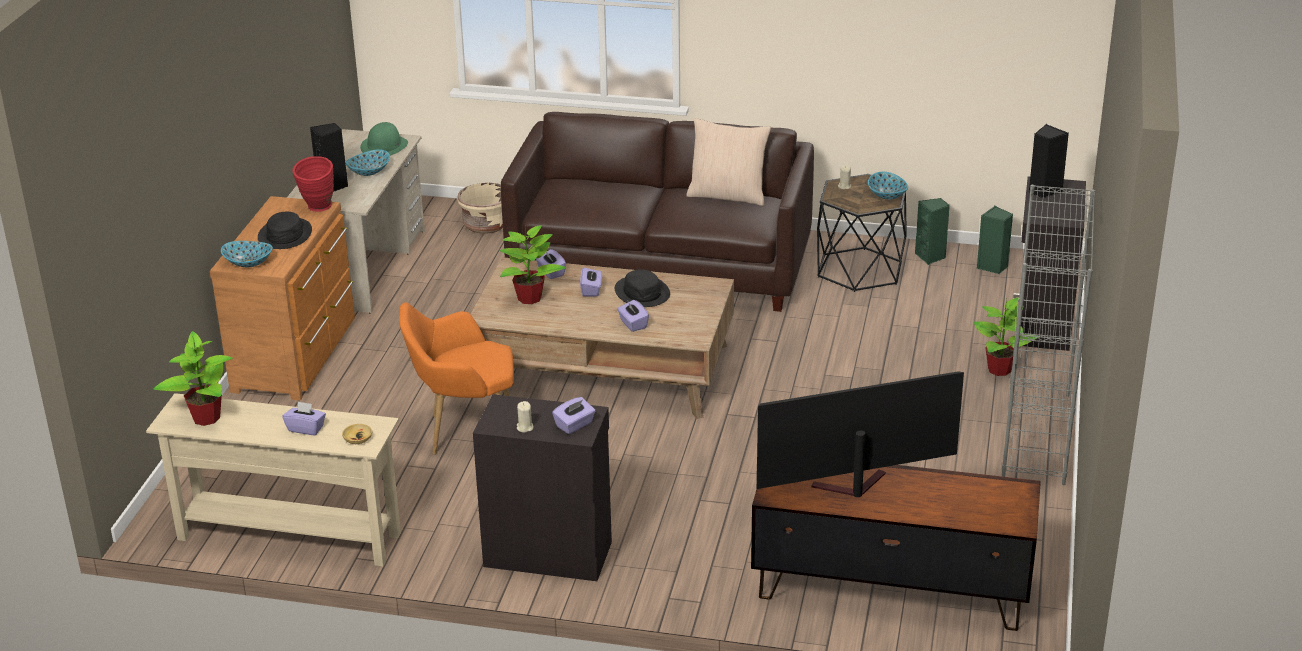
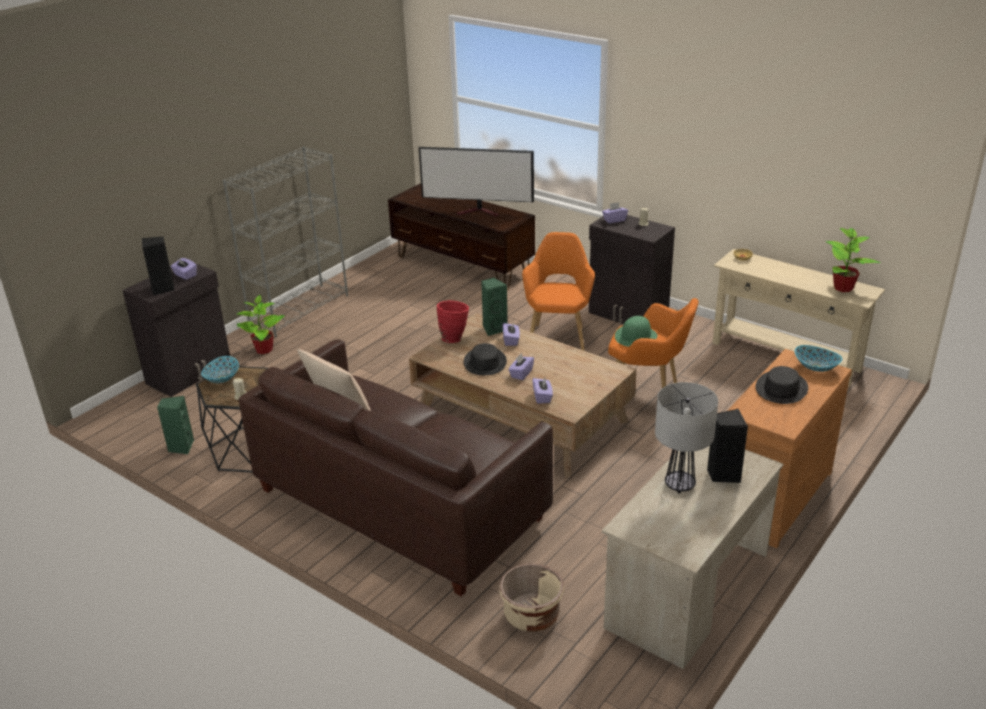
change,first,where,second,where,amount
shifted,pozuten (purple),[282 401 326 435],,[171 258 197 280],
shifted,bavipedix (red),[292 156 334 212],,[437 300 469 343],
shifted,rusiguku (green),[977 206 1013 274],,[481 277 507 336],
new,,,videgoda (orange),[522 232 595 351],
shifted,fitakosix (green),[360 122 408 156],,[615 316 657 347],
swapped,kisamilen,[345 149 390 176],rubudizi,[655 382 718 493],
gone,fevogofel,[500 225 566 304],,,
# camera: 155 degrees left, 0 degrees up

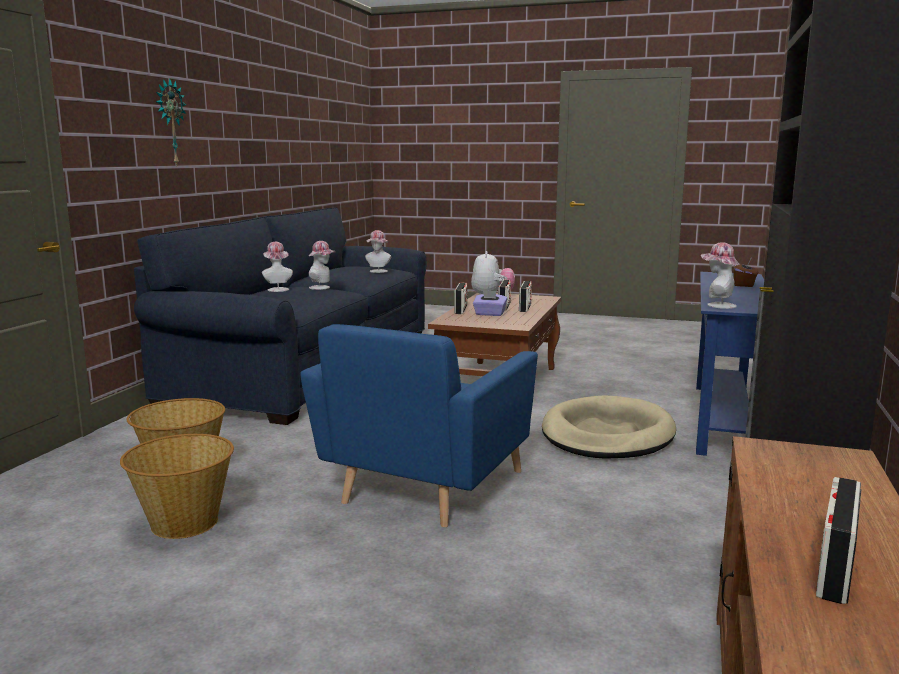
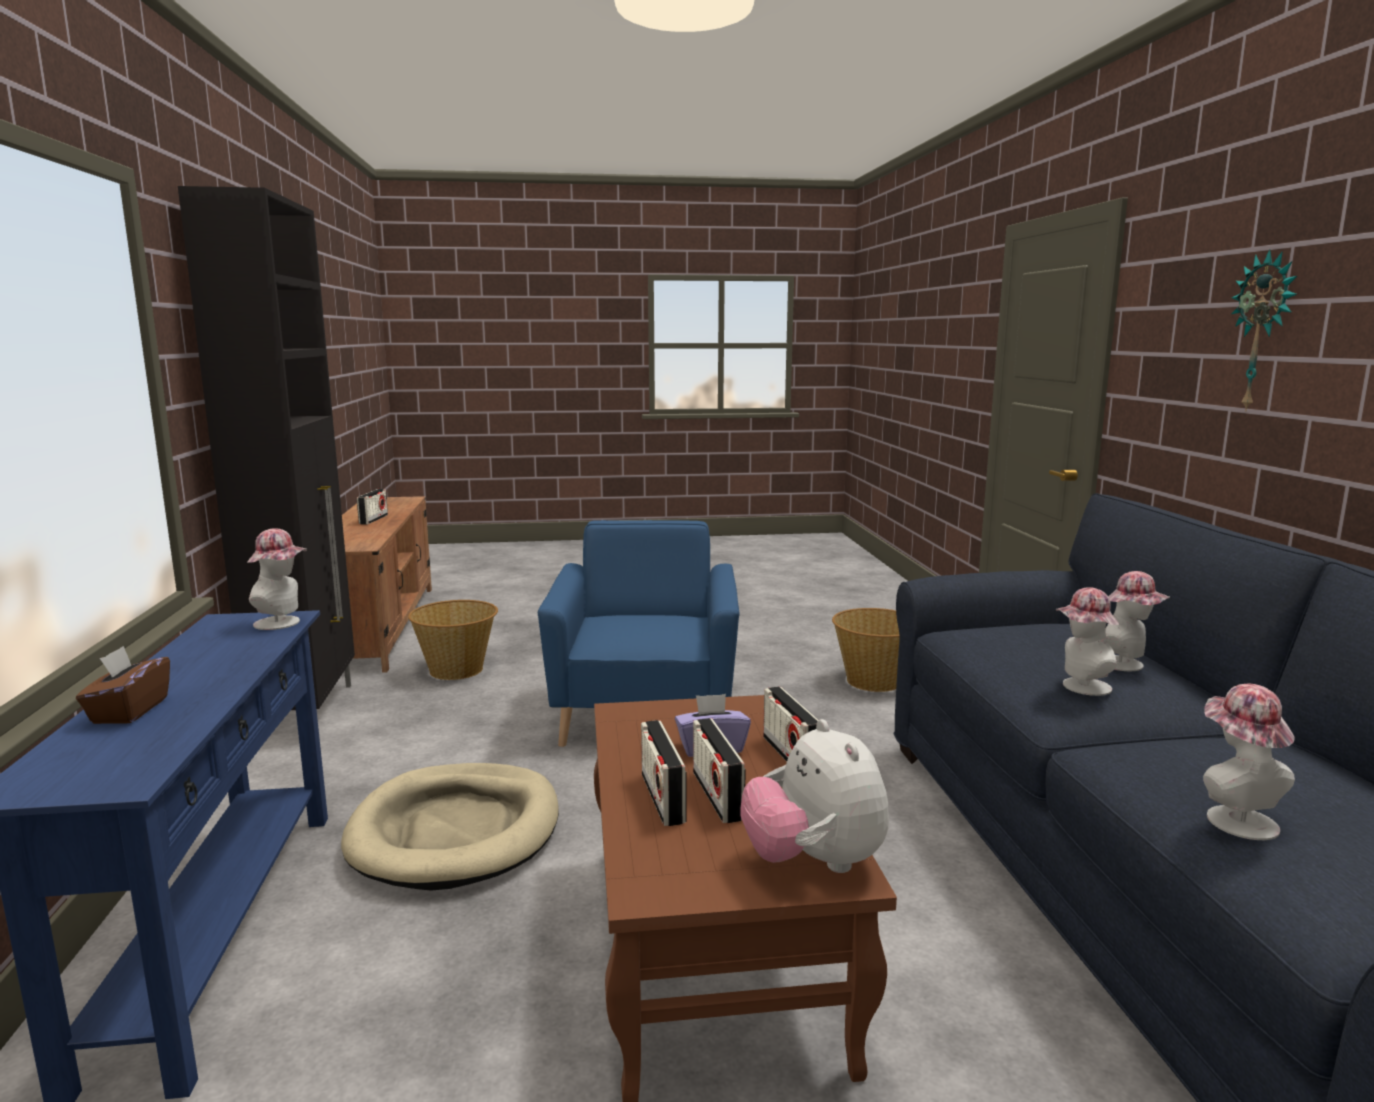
change,first,where,second,where,amount
shifted,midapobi,[120 434 234 539],,[408 600 498 680],
# camera: 155 degrees right, 0 degrees up

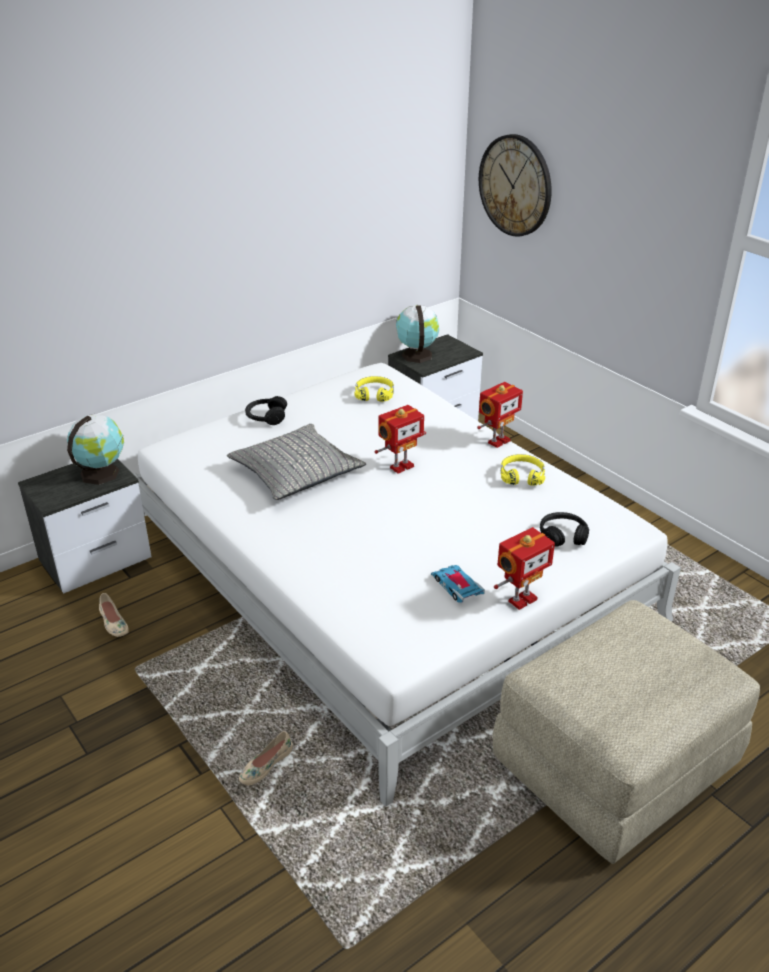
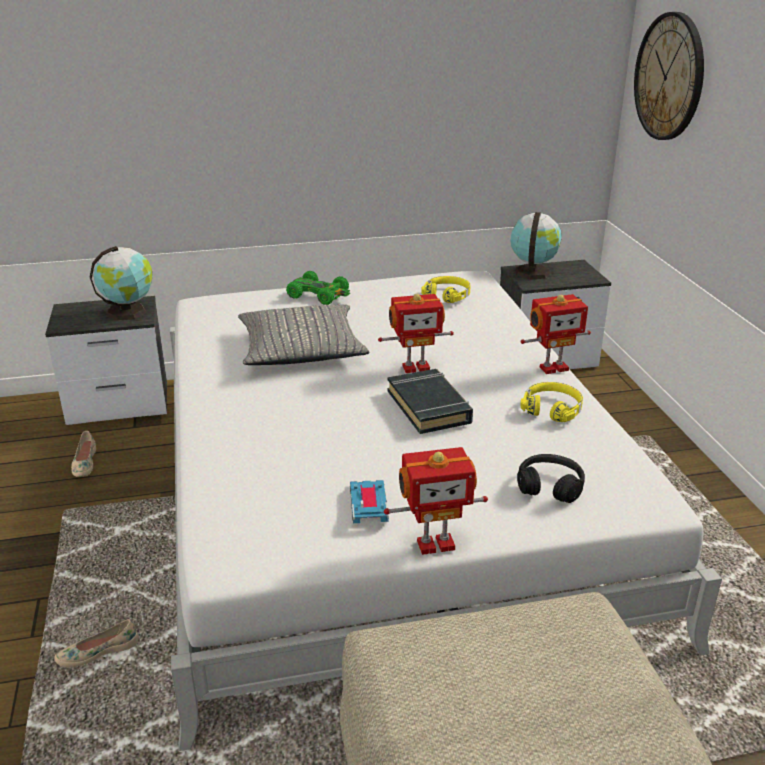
change,first,where,second,where,amount
swapped,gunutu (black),[245 396 287 425],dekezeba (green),[286 271 350 305],
new,,,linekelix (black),[388 369 473 434],
# camera: 25 degrees right, 5 degrees down

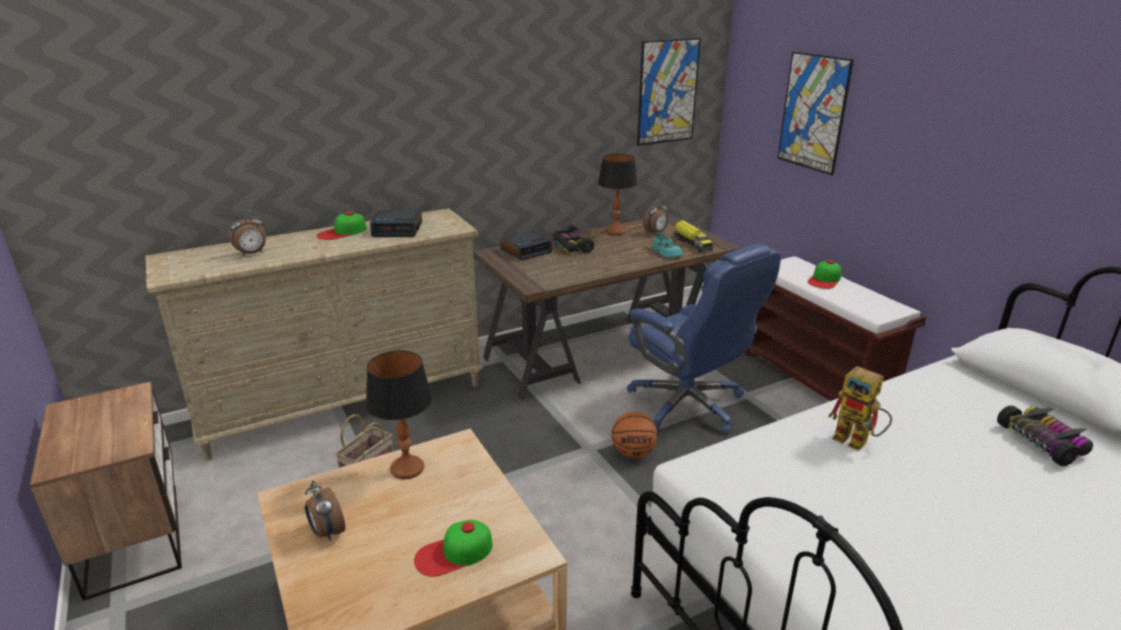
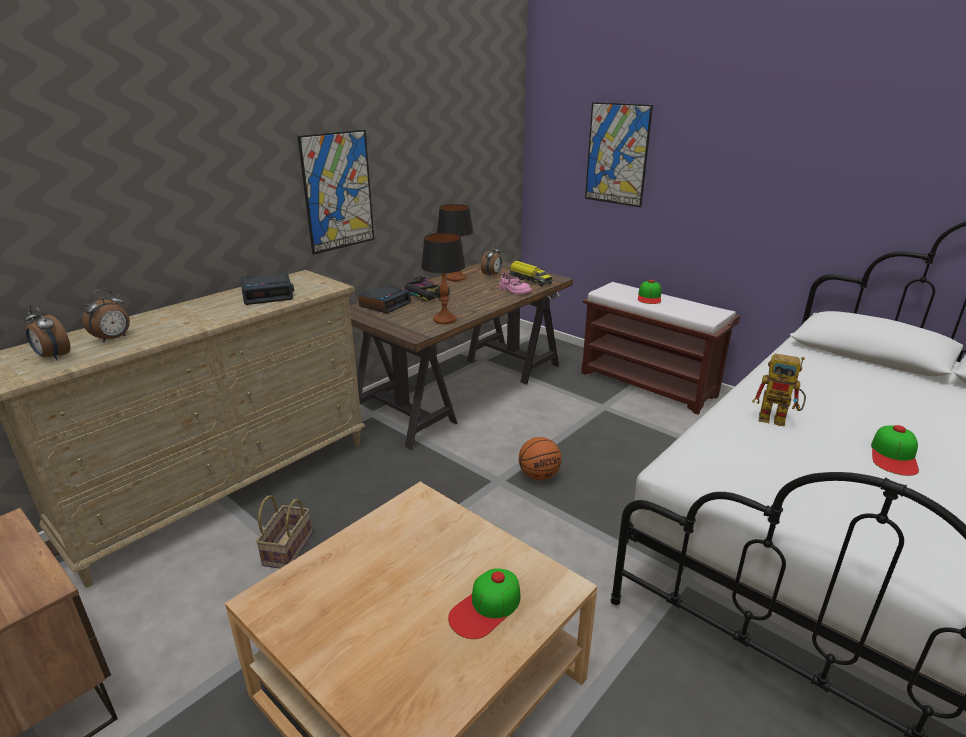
change,first,where,second,where,amount
shifted,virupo,[305 481 345 541],,[24 305 71 360],
shifted,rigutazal,[637 38 701 146],,[297 130 374 255],
shifted,rubudizi,[366 351 432 479],,[421 233 466 324],
repainted,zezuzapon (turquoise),[653 232 683 258],zezuzapon (pink),[499 272 532 294],
shifted,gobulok,[316 211 367 240],,[871 425 919 476],
gone,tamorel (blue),[627 244 781 434],,,
gone,dekezeba,[997 405 1093 466],,,
# camera: 20 degrees left, 0 degrees up

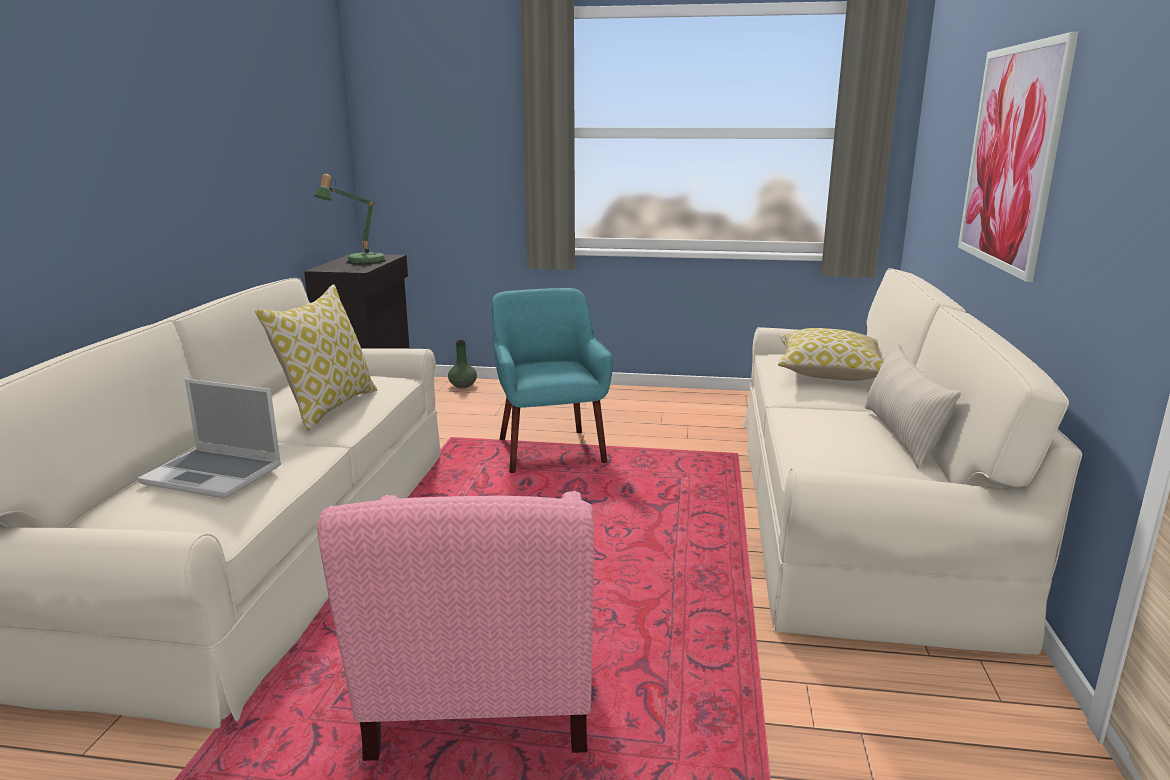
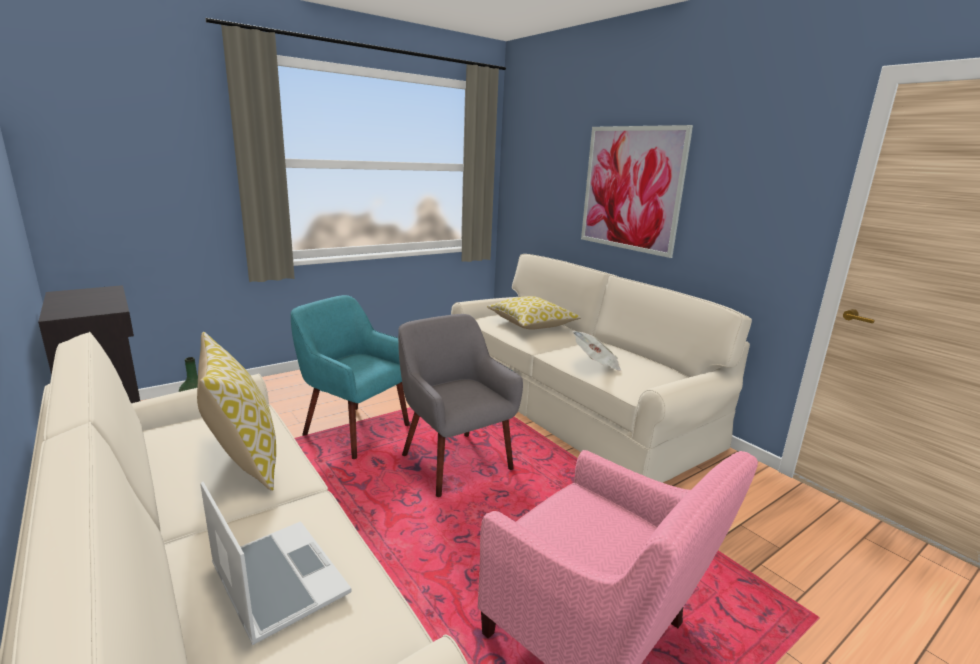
change,first,where,second,where,amount
rotated,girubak,[137 379 282 499],,[201 482 352 645],105 degrees counterclockwise
new,,,videgoda (grey),[398 314 523 497],
new,,,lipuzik,[572 331 621 371],
gone,rubudizi,[314 174 386 264],,,
gone,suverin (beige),[865 343 961 468],,,
# camera: 45 degrees left, 0 degrees up

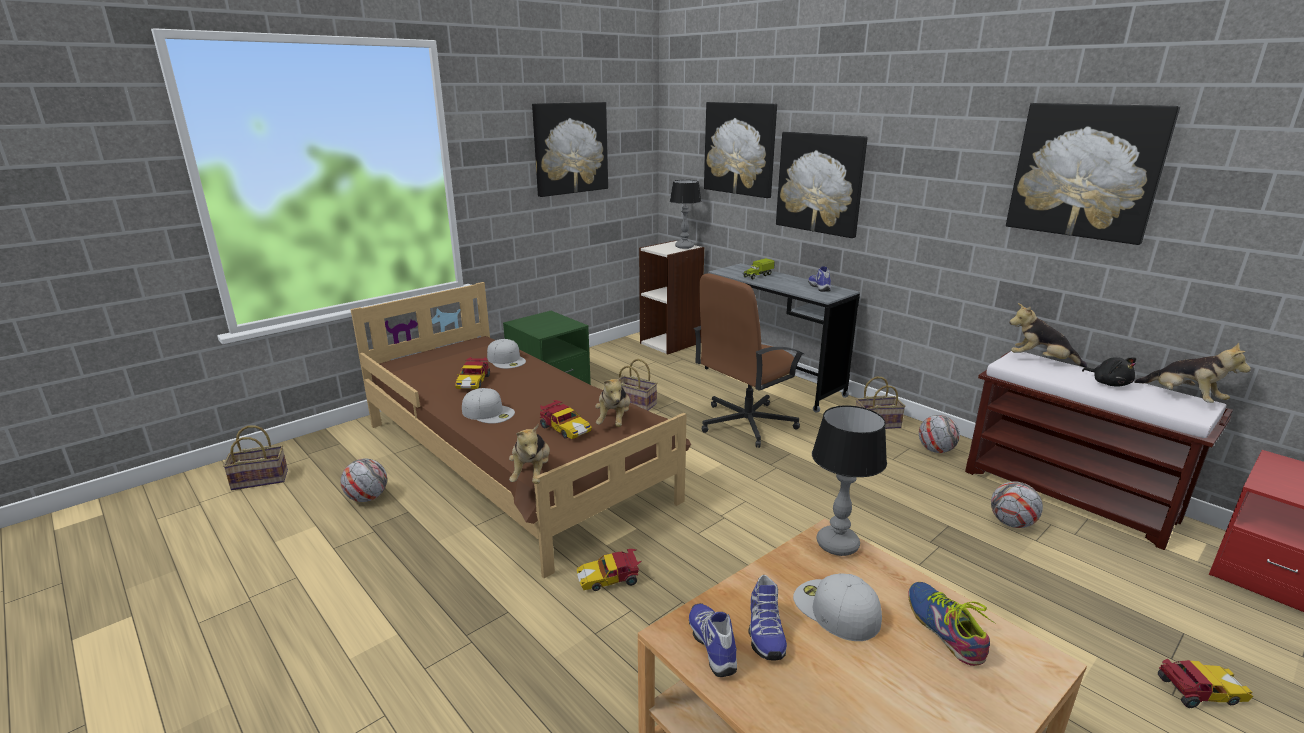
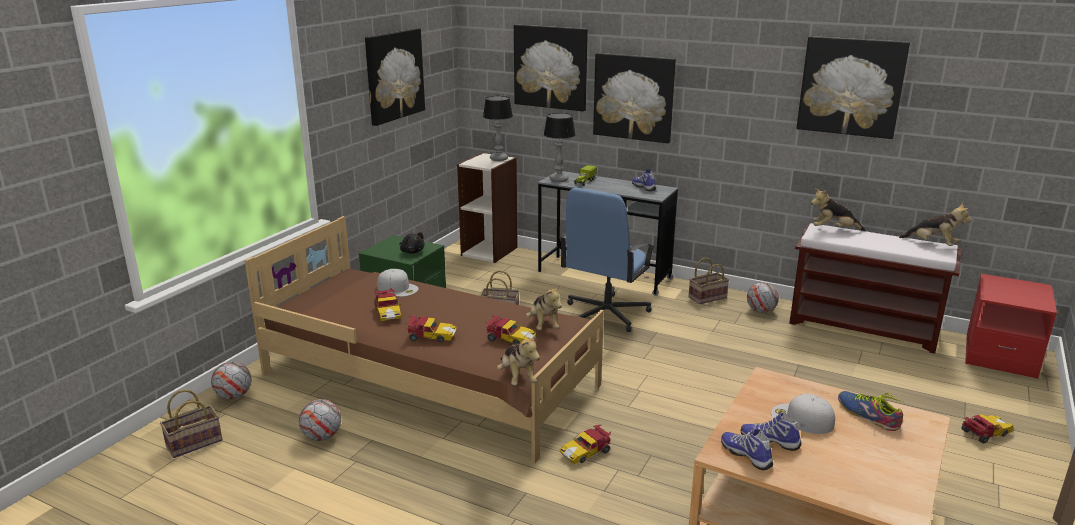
change,first,where,second,where,amount
shifted,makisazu,[991 481 1043 528],,[211 361 252 399],
shifted,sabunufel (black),[1082 357 1136 387],,[399 232 425 253],
swapped,gobulok (white),[462 388 515 424],dekezeba,[406 316 457 342],
shifted,rubudizi,[812 405 887 556],,[544 113 576 182],
repainted,tamorel (brown),[694 273 804 448],tamorel (blue),[559 188 655 332],
rotated,zezuzapon,[748 575 787 660],,[741 413 801 451],135 degrees clockwise
# camera: 20 degrees left, 0 degrees up

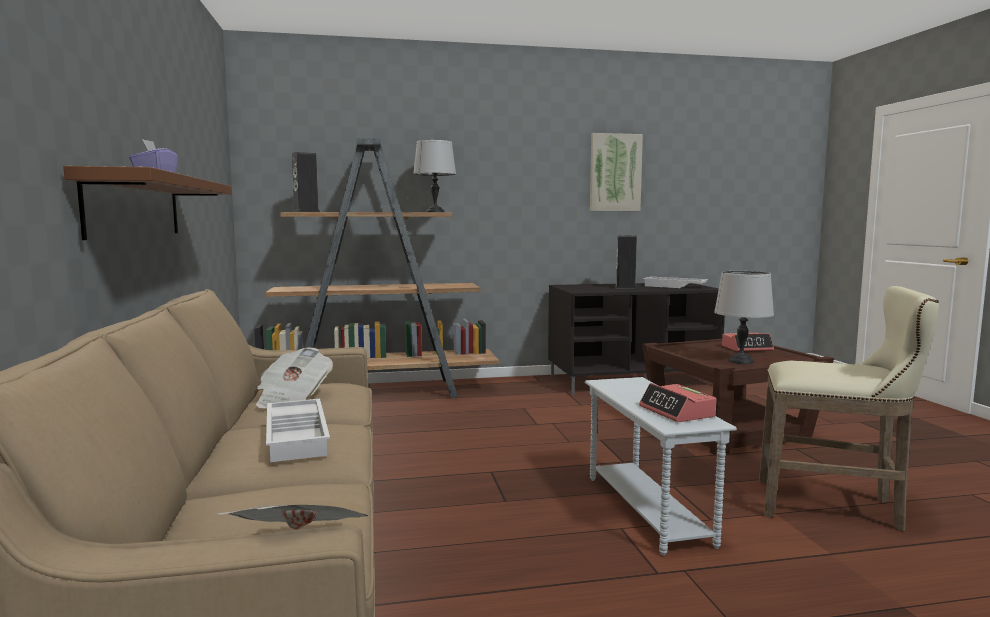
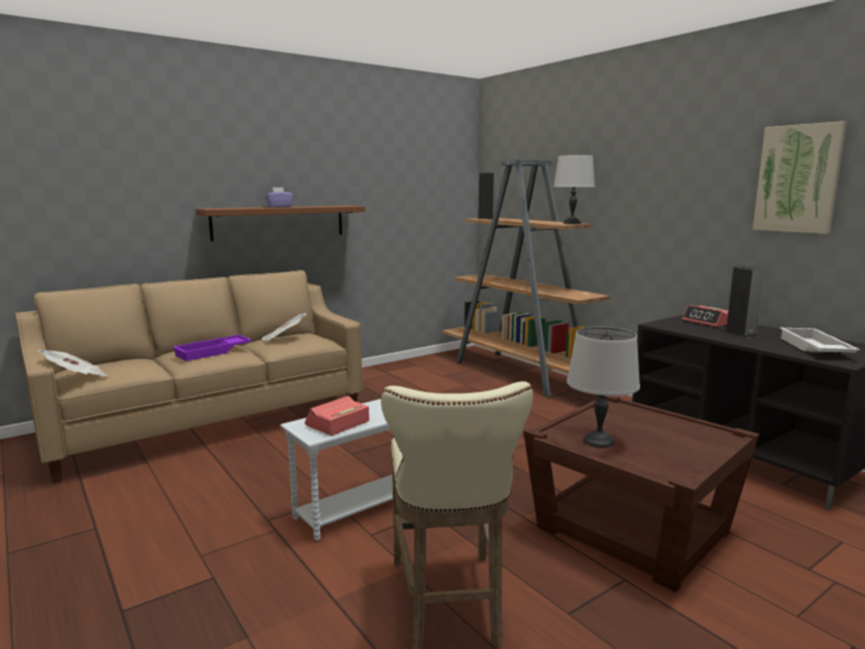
change,first,where,second,where,amount
repainted,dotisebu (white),[266 399 330 462],dotisebu (purple),[172 335 252 361],
shifted,virupo,[722 333 774 351],,[682 305 728 327],
# camera: 65 degrees right, 5 degrees up

